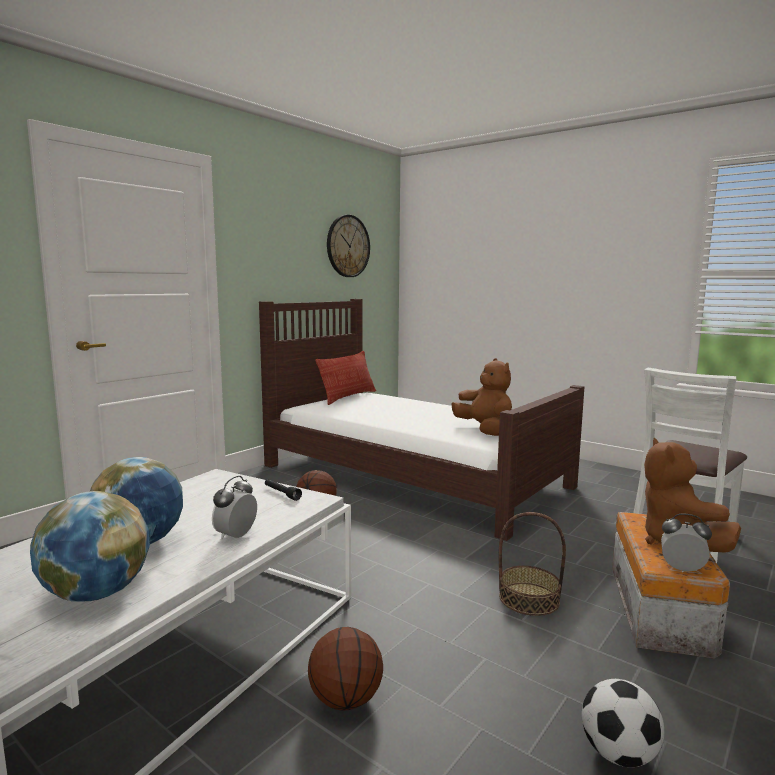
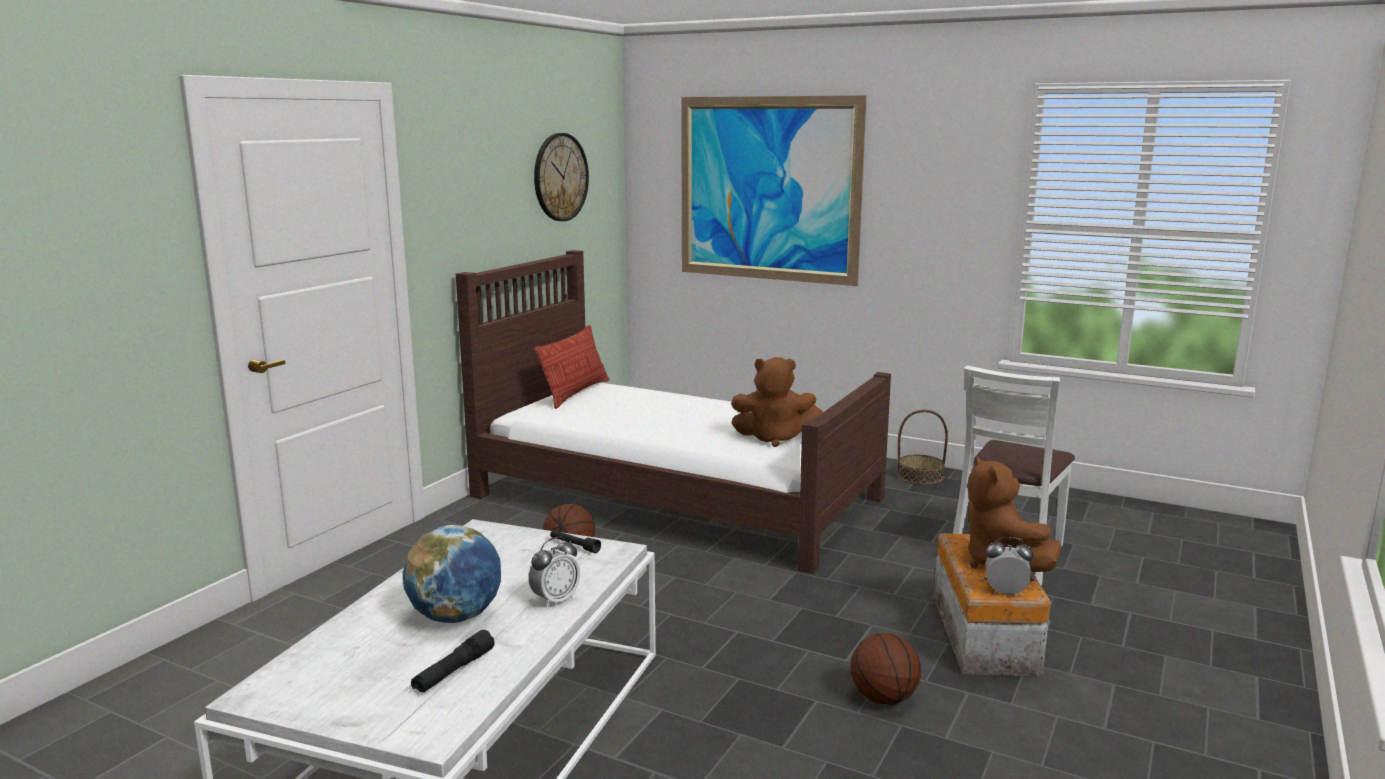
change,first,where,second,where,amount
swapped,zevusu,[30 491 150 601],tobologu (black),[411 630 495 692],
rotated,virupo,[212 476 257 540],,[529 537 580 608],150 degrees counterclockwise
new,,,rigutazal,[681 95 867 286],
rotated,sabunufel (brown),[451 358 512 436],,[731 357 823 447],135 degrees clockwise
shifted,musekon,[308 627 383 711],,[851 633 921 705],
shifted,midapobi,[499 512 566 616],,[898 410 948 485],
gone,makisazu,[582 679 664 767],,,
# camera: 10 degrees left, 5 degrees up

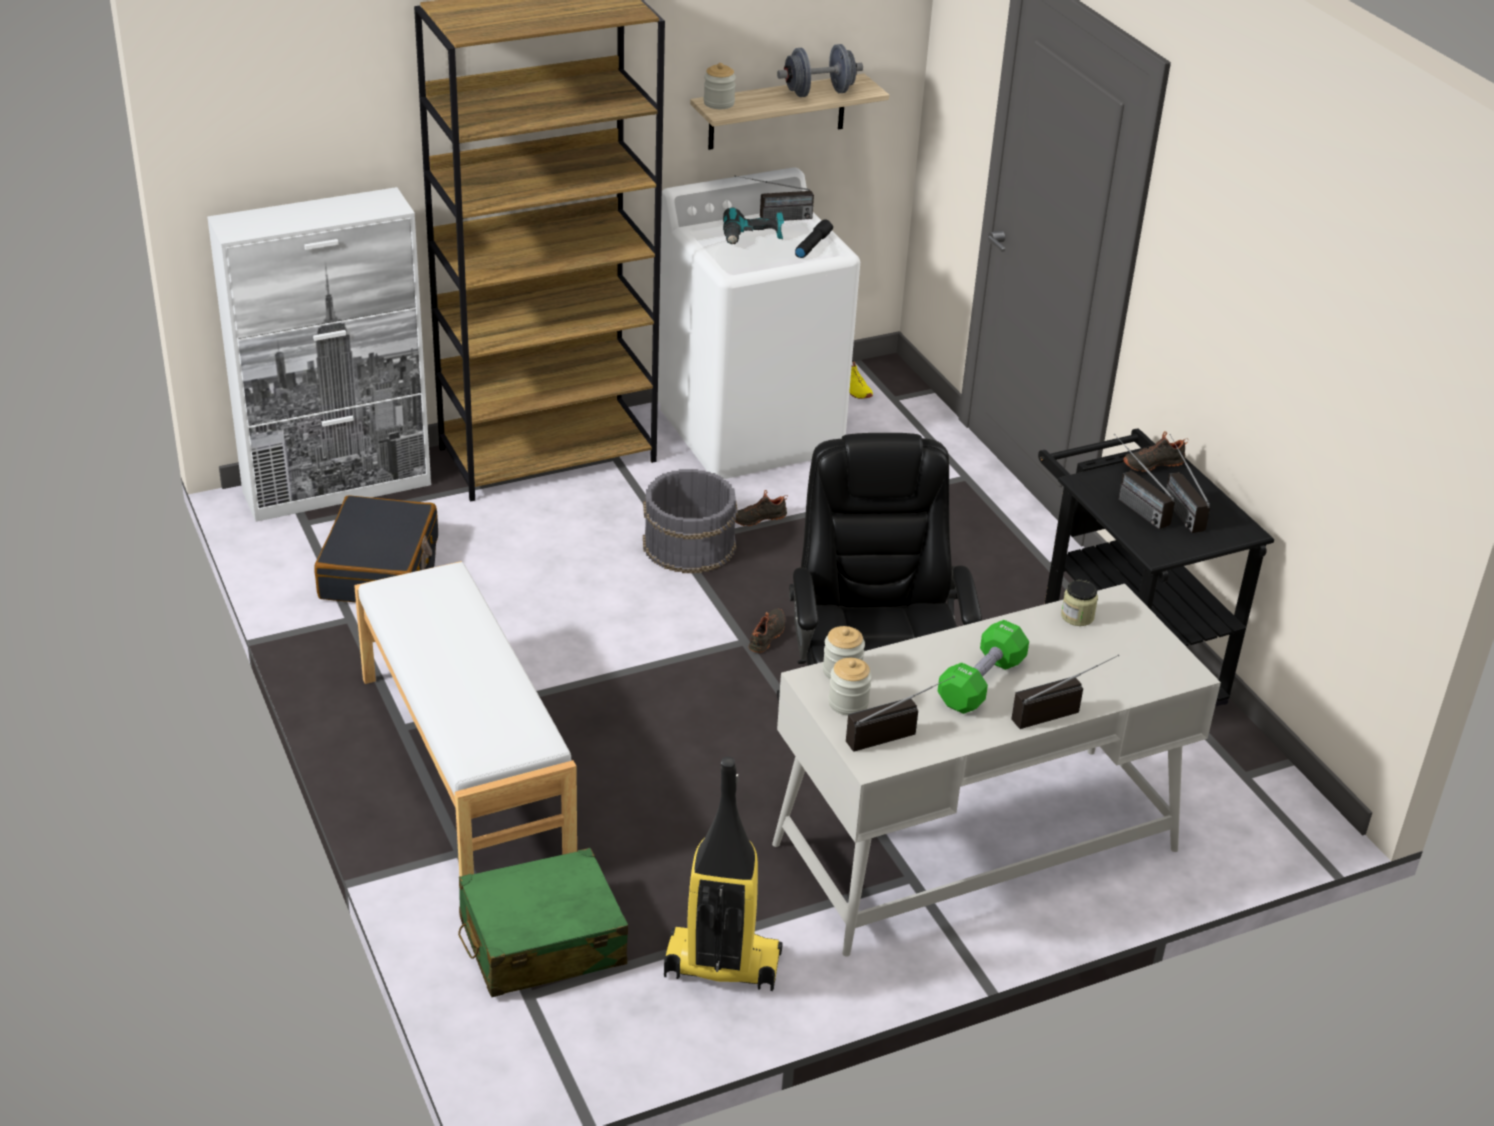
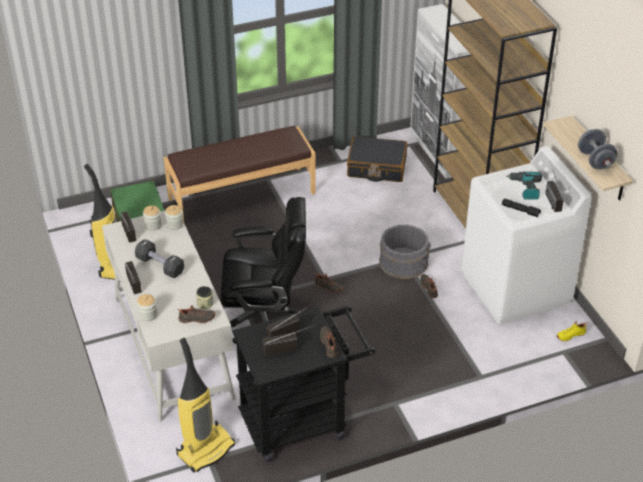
change,first,where,second,where,amount
repainted,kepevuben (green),[938 620 1029 714],kepevuben (black),[135 239 184 278],
shifted,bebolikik,[704 63 736 109],,[137 294 158 321],
repainted,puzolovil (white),[354 561 577 877],puzolovil (brown),[164 126 316 221],
new,,,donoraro,[176 338 236 473],
new,,,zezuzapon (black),[178 305 216 323],
# camera: 95 degrees right, 5 degrees up

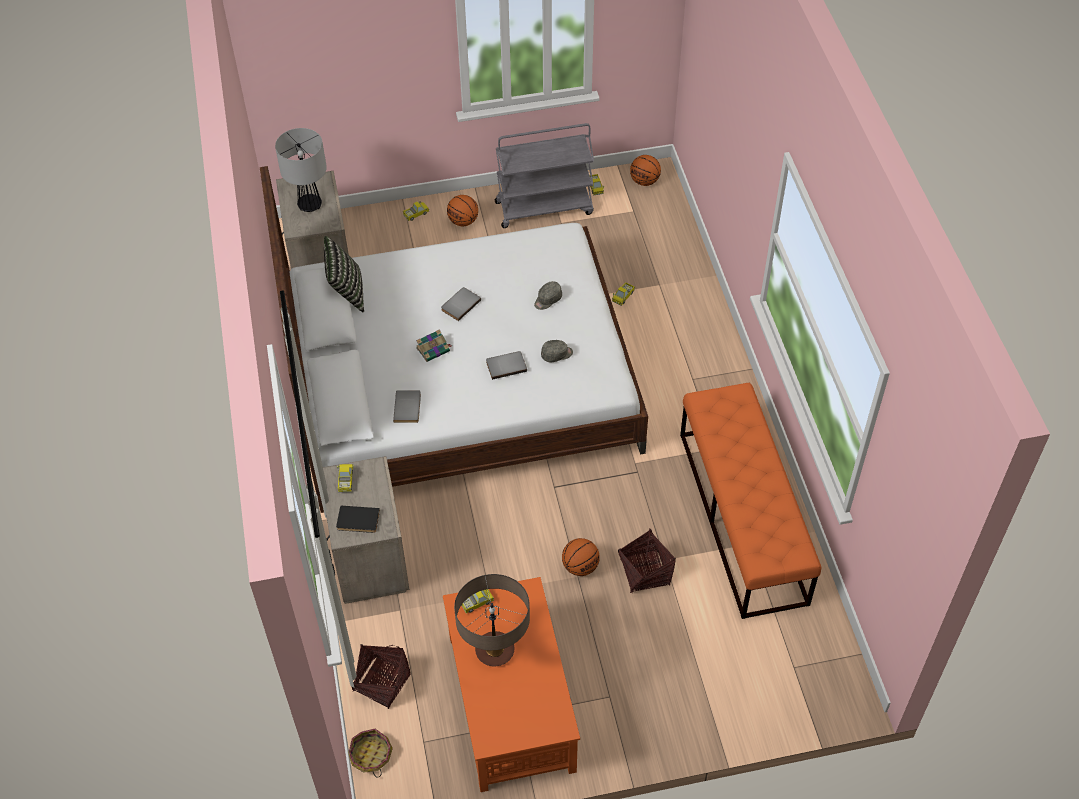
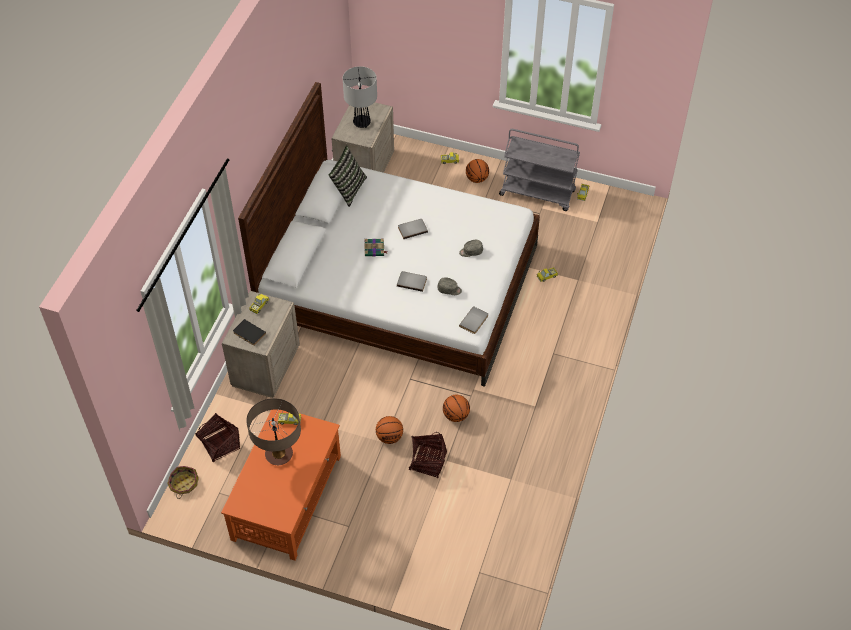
change,first,where,second,where,amount
shifted,musekon,[630 155 661 186],,[443 395 470 422],
shifted,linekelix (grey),[393 390 421 423],,[459 306 488 334],
gone,puzolovil (orange),[680 383 821 619],,,
# camera: 30 degrees right, 0 degrees up

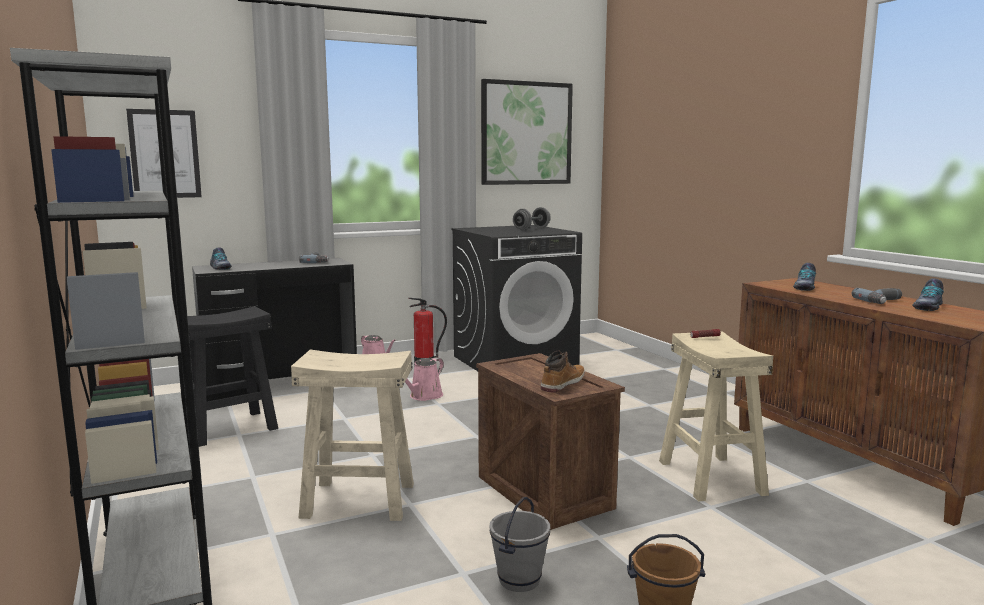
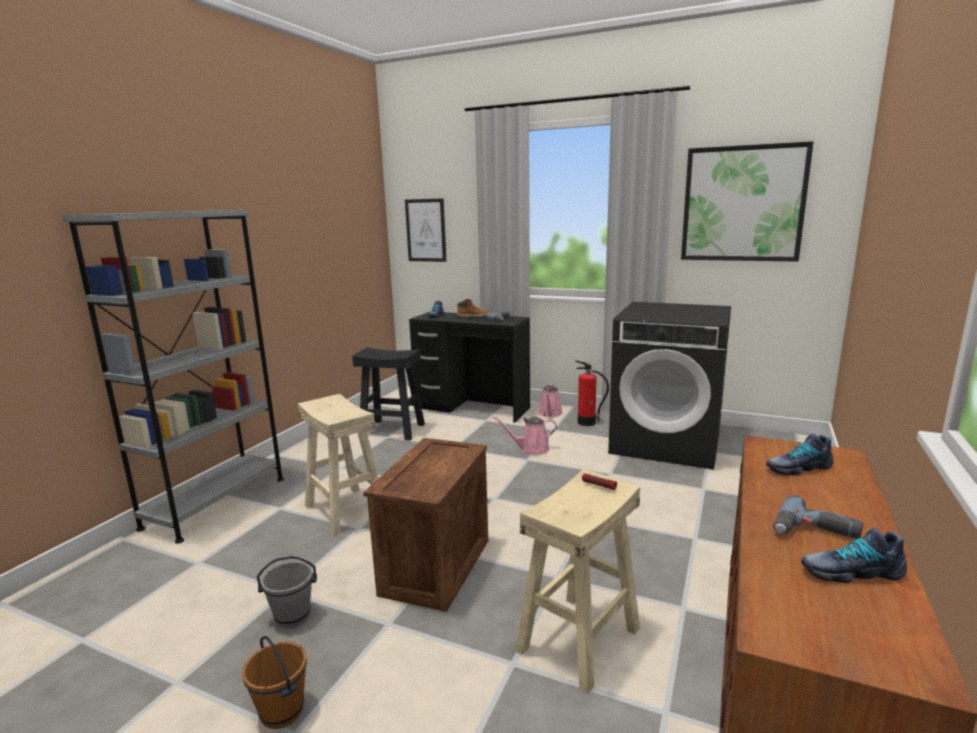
change,first,where,second,where,amount
shifted,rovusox,[540 350 585 393],,[457 299 491 318],
gone,kepevuben (grey),[513 207 551 230],,,
# camera: 50 degrees right, 5 degrees up

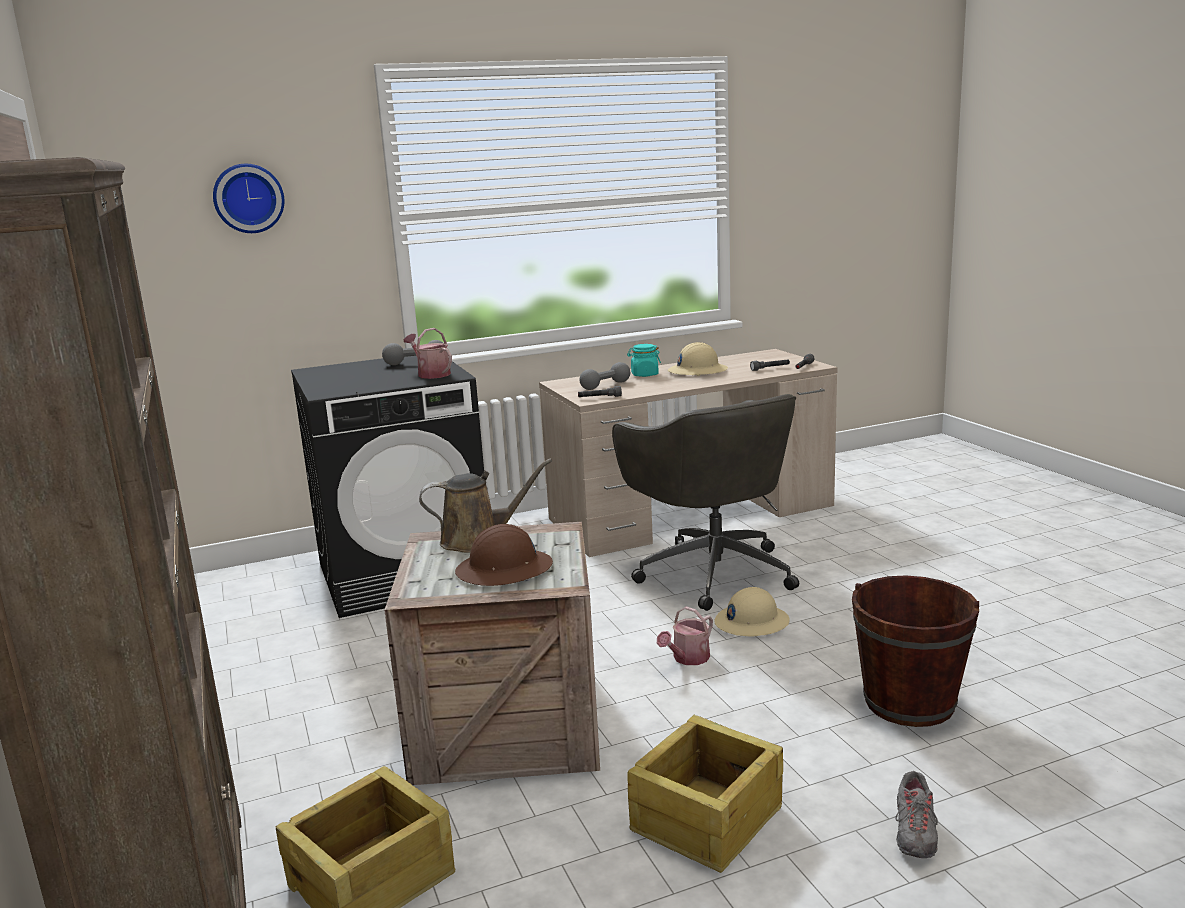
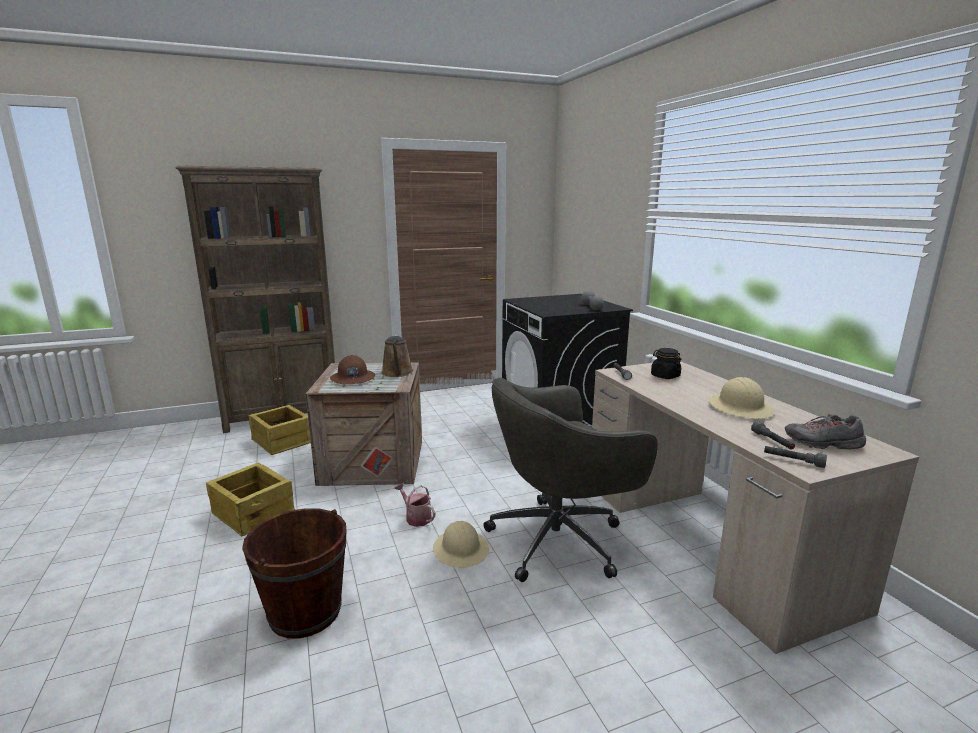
change,first,where,second,where,amount
swapped,kepevuben (grey),[579 362 630 390],bebolikik (black),[651 348 681 379],
shifted,zezuzapon (grey),[895 771 938 858],,[785 414 866 450],
gone,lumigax,[213 164 284 233],,,
gone,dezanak,[403 328 452 379],,,
gone,bebolikik (turquoise),[627 344 661 377],,,
# camera: 90 degrees right, 0 degrees up

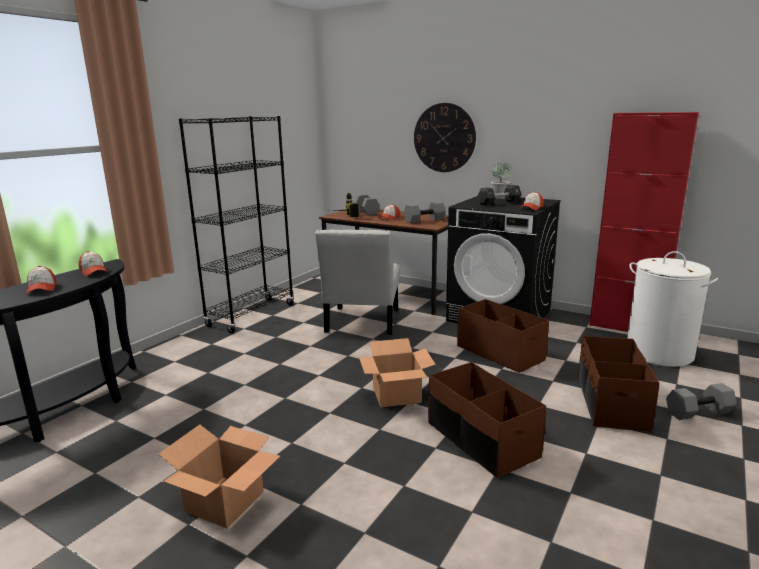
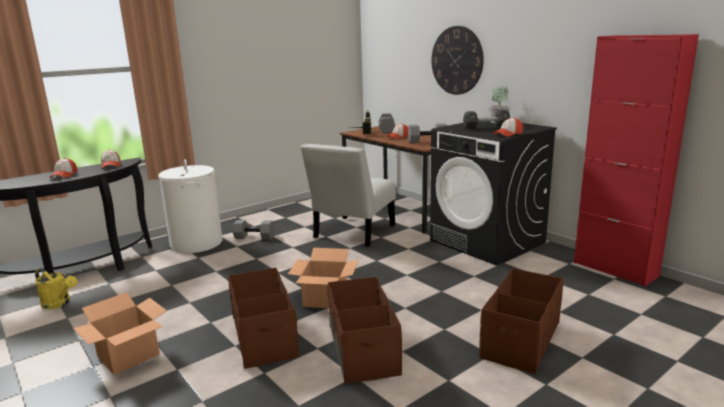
change,first,where,second,where,amount
new,,,dezanak (yellow),[35 268 77 309],
shifted,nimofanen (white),[627 251 718 367],,[158 159 223 253],
shifted,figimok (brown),[457 299 549 373],,[228 268 299 369],
shifted,kepevuben (grey),[666 383 737 420],,[233 220 275 240],
gone,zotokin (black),[179 116 294 333],,,
# camera: 20 degrees right, 0 degrees up

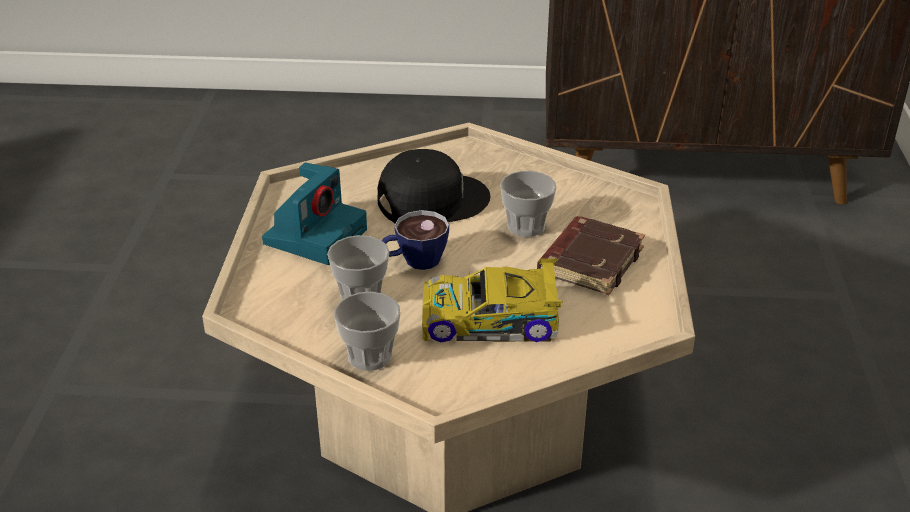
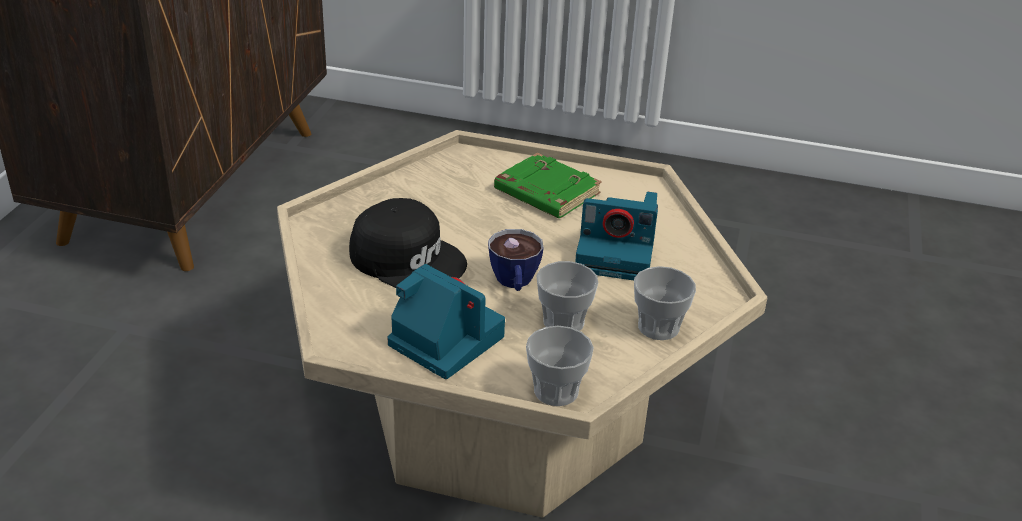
change,first,where,second,where,amount
rotated,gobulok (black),[377 149 491 223],,[349 198 467 288],135 degrees clockwise
repainted,linekelix (brown),[537 216 645 295],linekelix (green),[494 153 601 218],
shifted,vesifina,[500 171 556 237],,[526 326 594 406],
swapped,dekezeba,[422 258 562 343],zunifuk,[575 192 658 280],
# camera: 80 degrees left, 0 degrees up

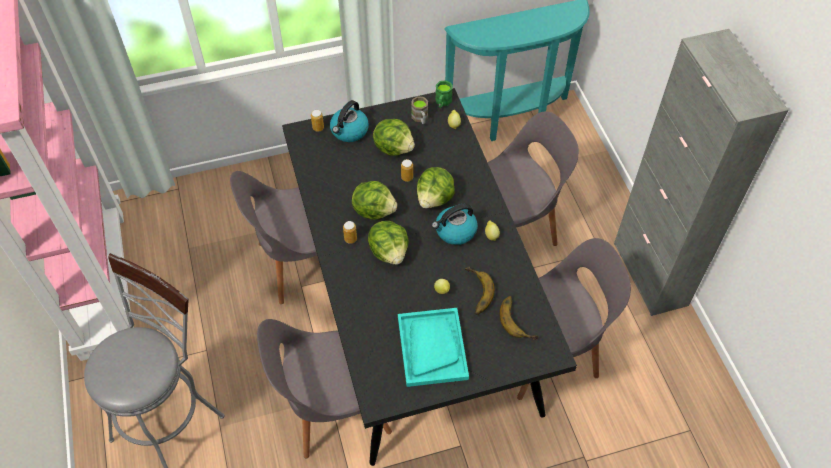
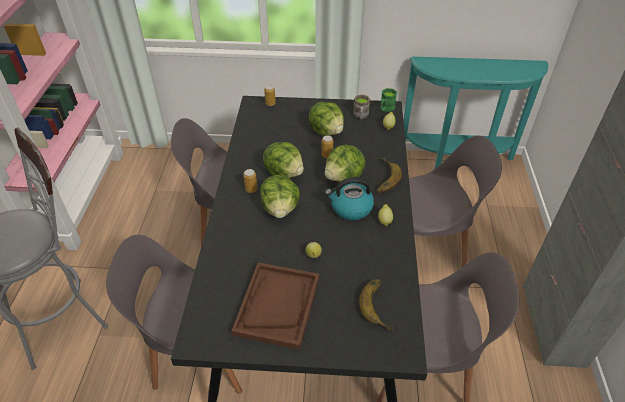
change,first,where,second,where,amount
repainted,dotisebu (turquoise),[398 308 469 387],dotisebu (brown),[232 263 319 350],
shifted,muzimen,[465 267 495 315],,[376 158 402 194],
gone,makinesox,[330 100 369 142],,,
# camera: 20 degrees right, 10 degrees down

